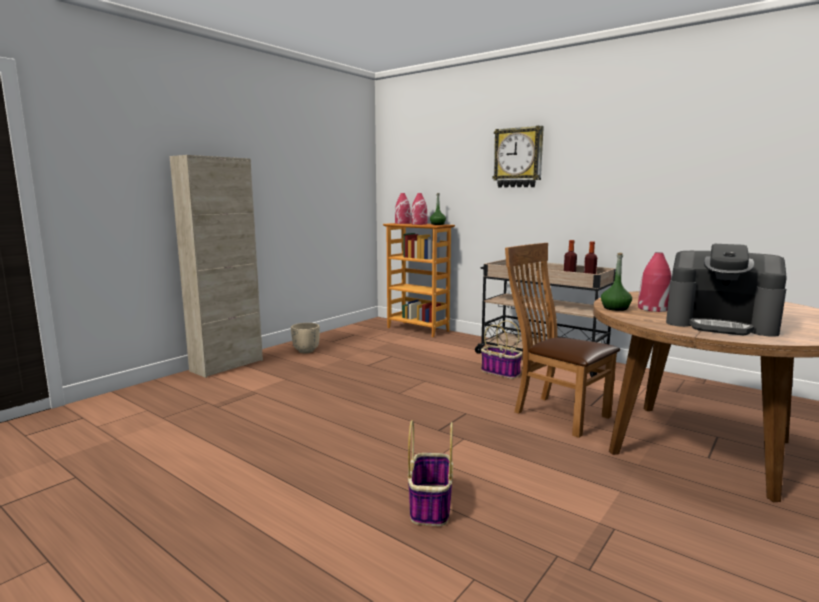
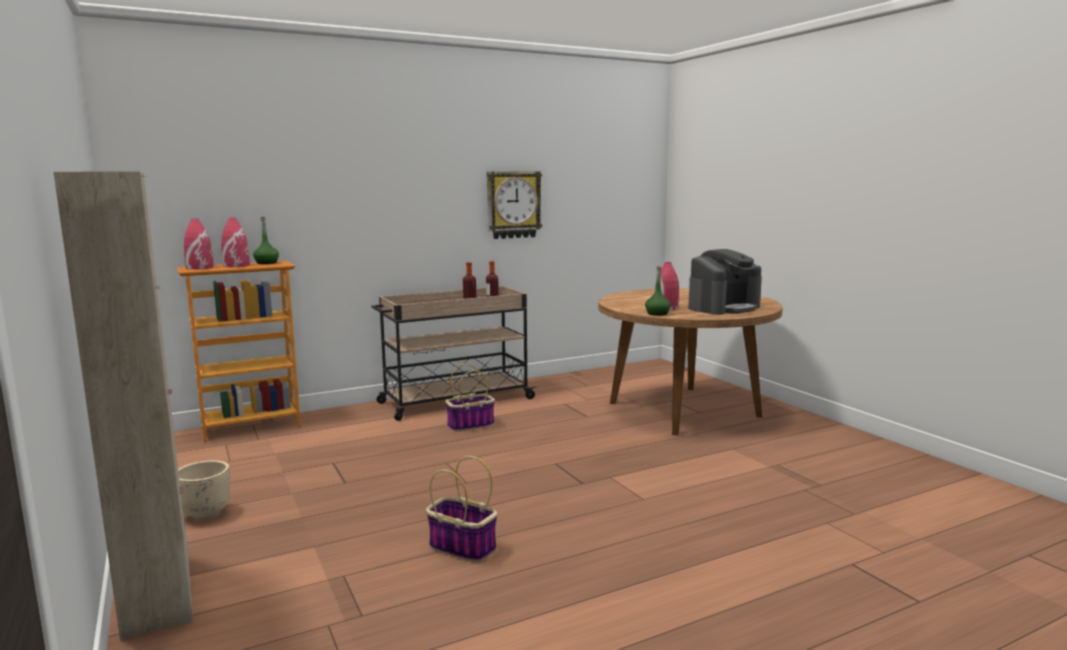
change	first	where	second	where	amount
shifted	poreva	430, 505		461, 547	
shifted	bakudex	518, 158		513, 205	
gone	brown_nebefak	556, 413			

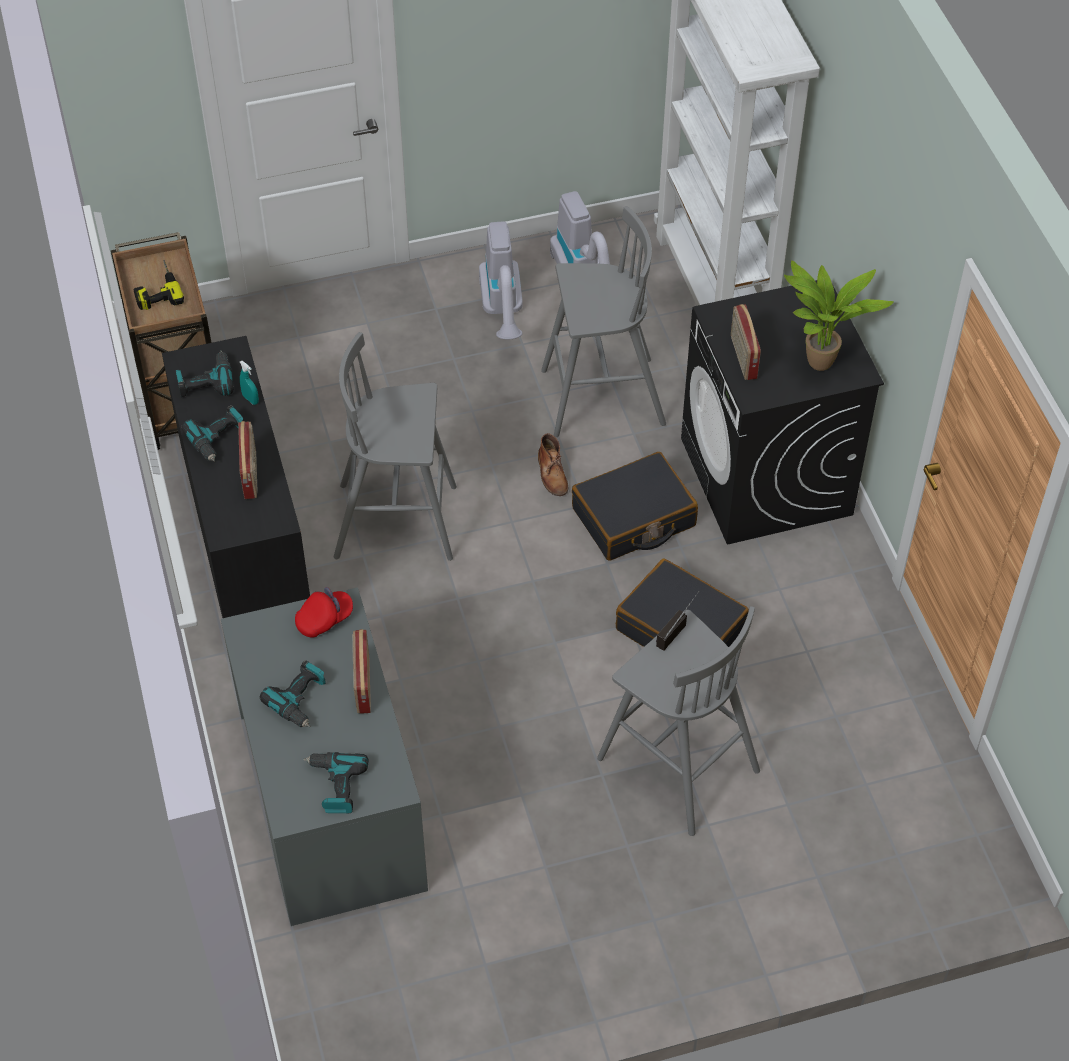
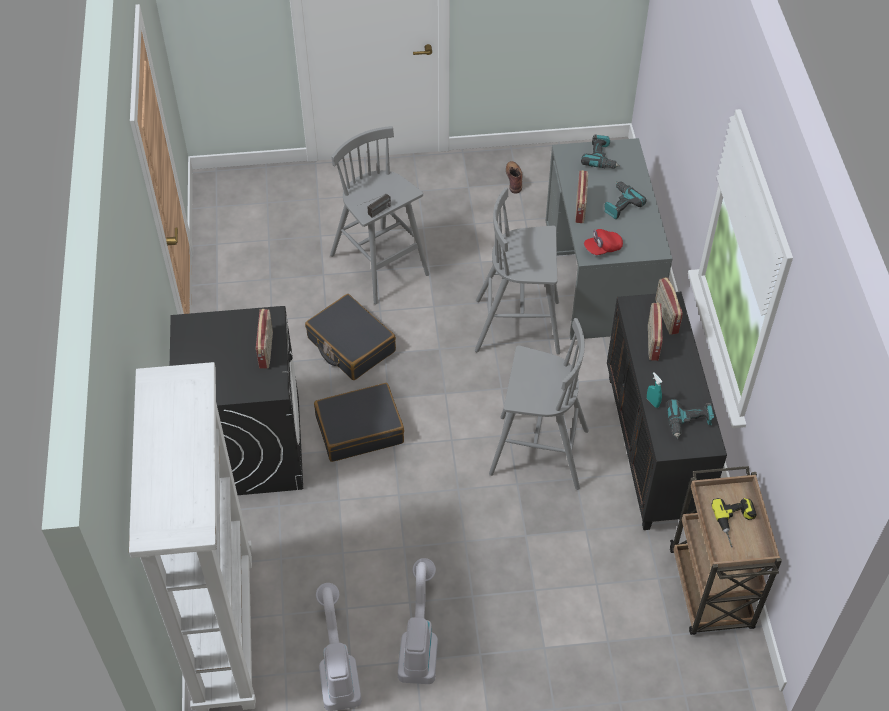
change	first	where	second	where	amount
gone	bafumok	218, 439			
shifted	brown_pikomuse	552, 473		514, 178	
shifted	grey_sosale	600, 398		519, 326	
gone	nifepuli	819, 366			
new			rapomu	666, 316	

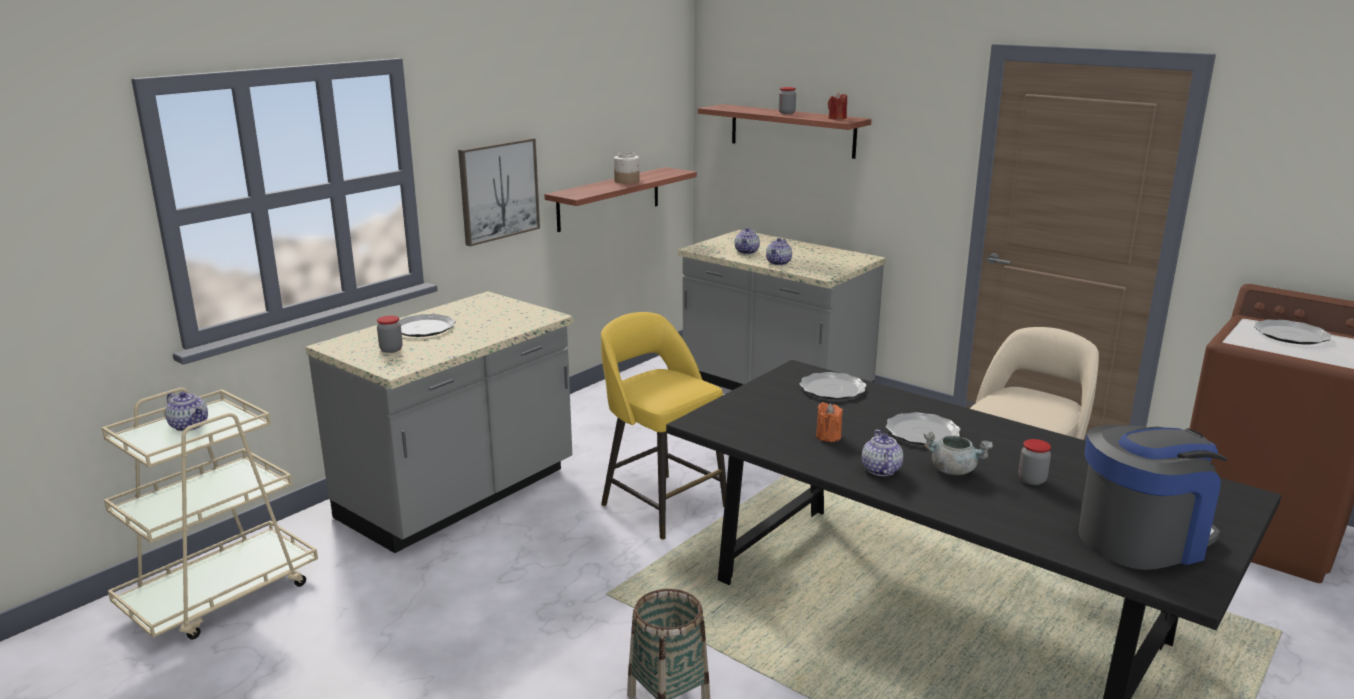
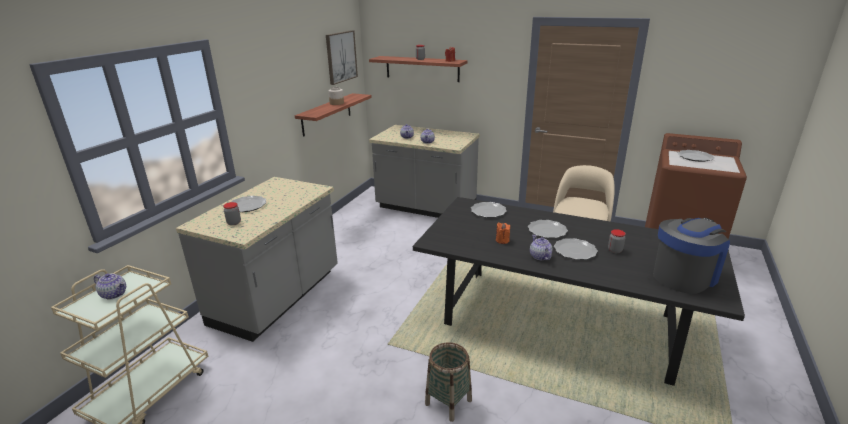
change	first	where	second	where	amount
shifted	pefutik	498, 190		341, 57	
gone	yellow_sosale	661, 504			
swapped	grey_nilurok	954, 470	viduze	575, 251	

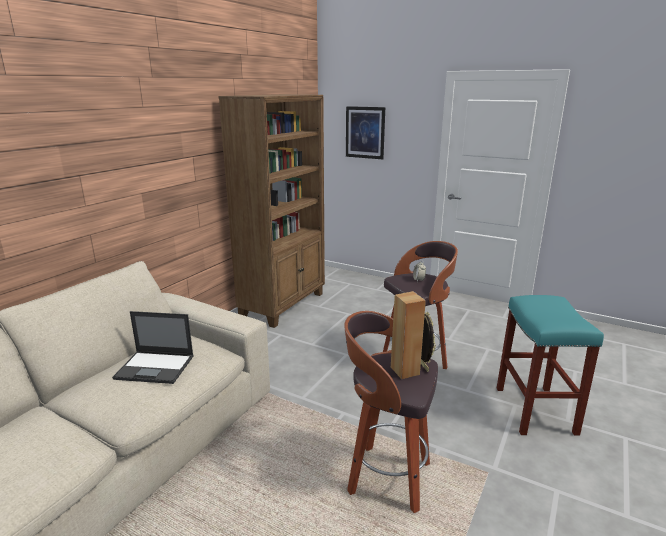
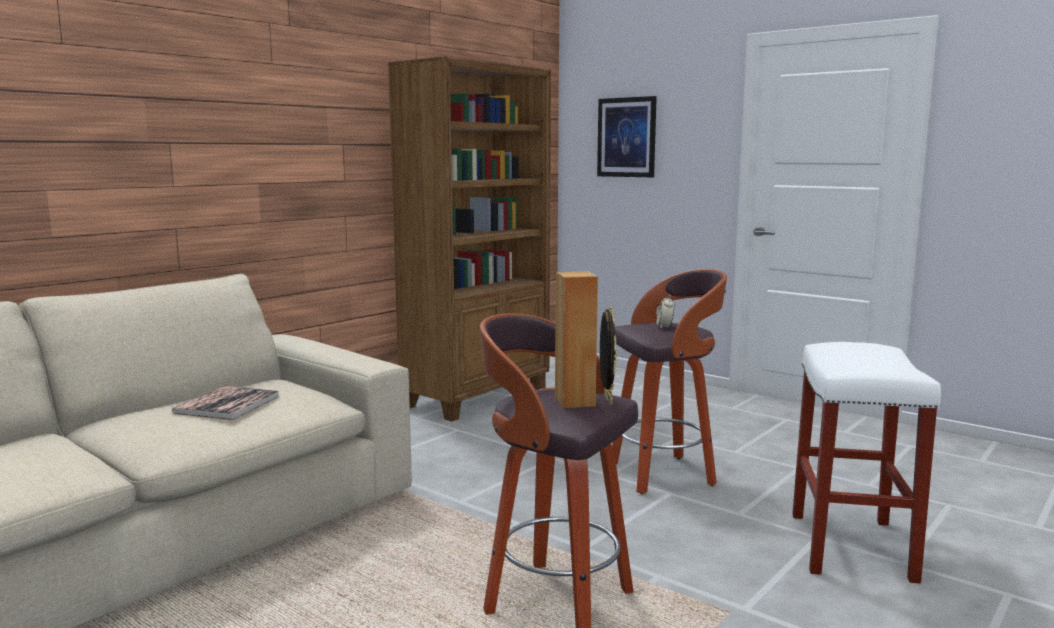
change	first	where	second	where	amount
swapped	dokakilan	156, 367	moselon	227, 404	
repainted	turquoise_sosale	536, 411	white_sosale	852, 547	

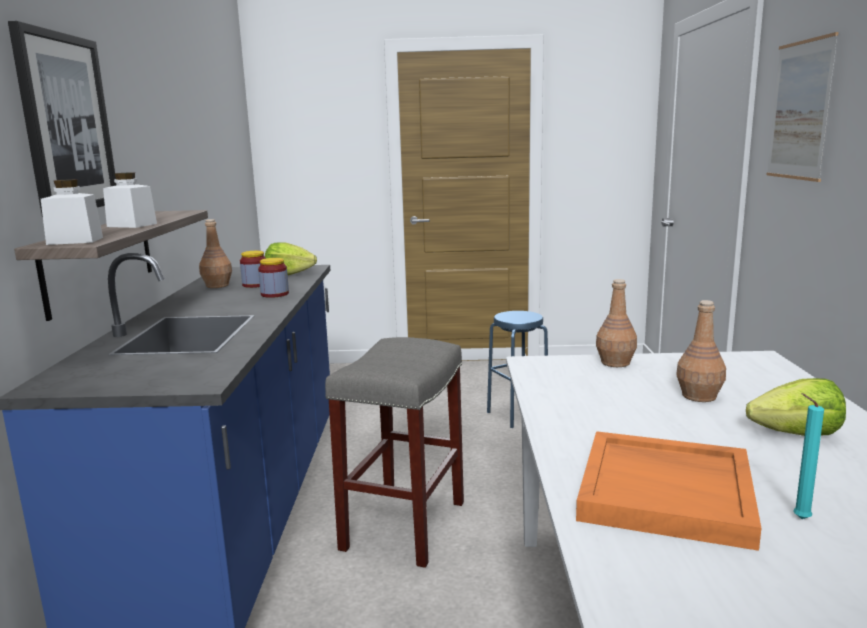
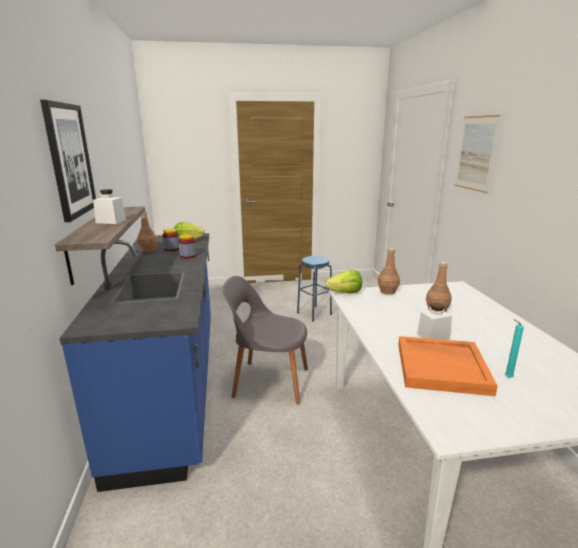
change	first	where	second	where	amount
shifted	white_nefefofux	75, 241		433, 336	
swapped	grey_sosale	404, 524	grey_nebefak	268, 382	
shifted	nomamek	797, 434		345, 293	

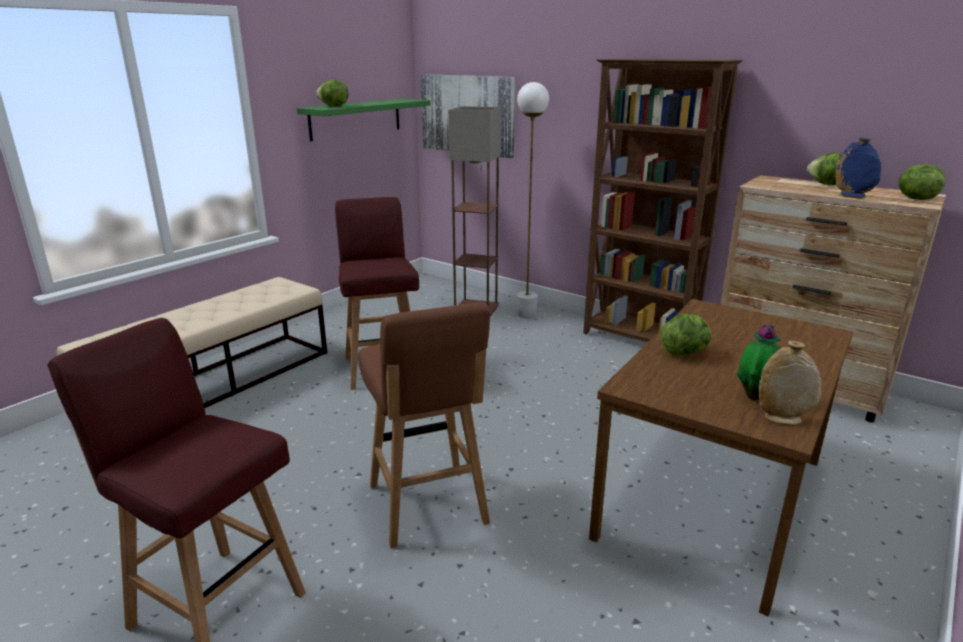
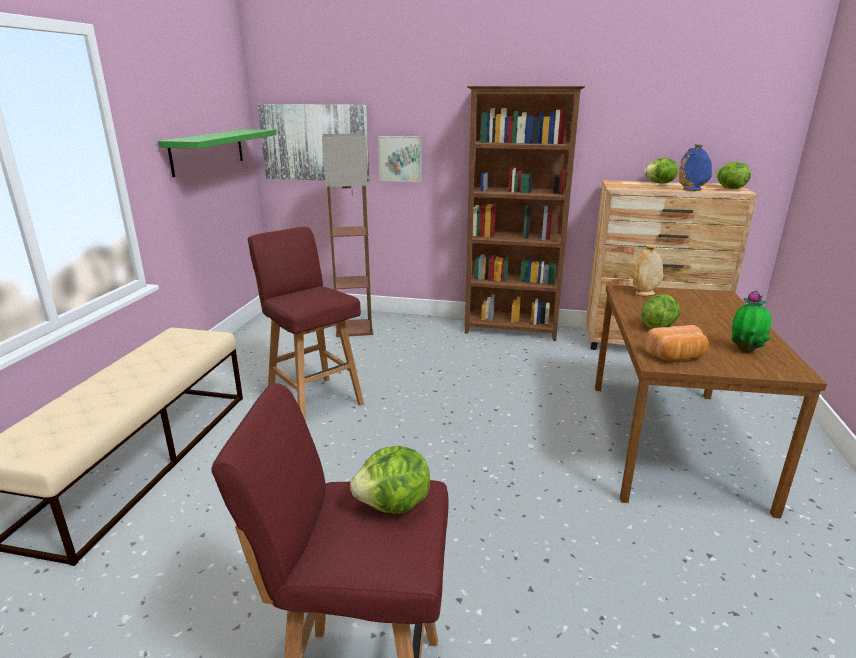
change	first	where	second	where	amount
shifted	nomamek	333, 106		394, 505	
gone	brown_sosale	428, 506			
gone	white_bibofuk	526, 314			
shifted	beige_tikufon	783, 419		645, 294	
new			pefutik	400, 158	
new			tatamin	676, 357	

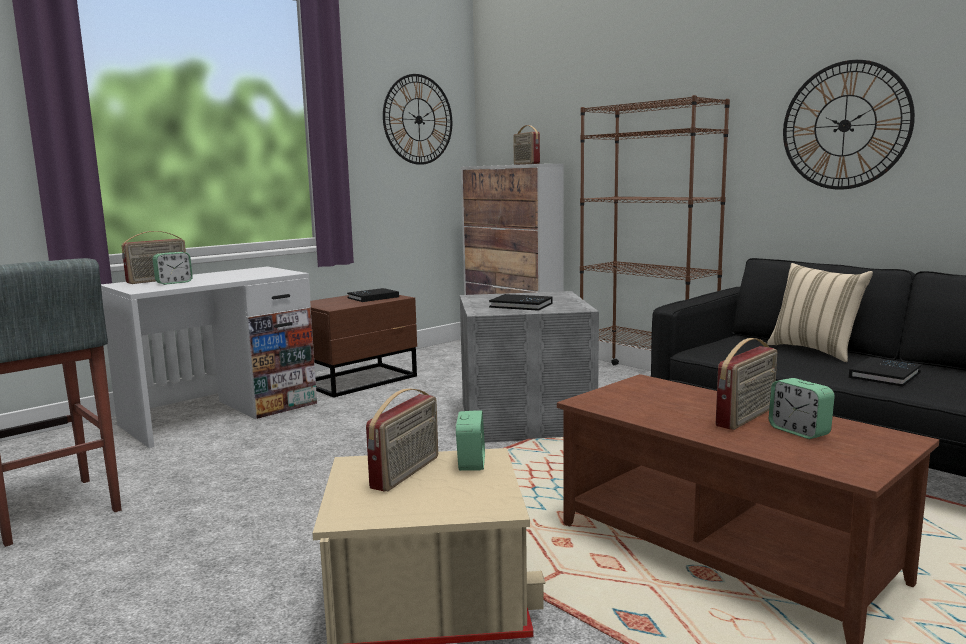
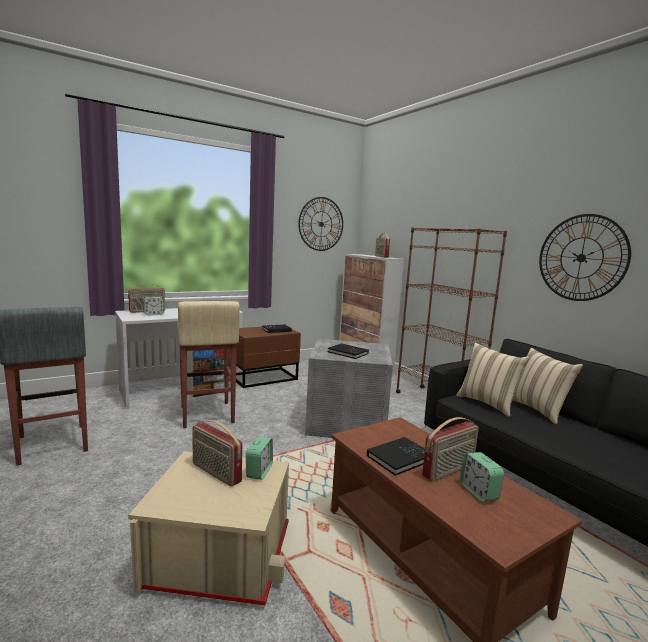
change	first	where	second	where	amount
rotated	rapomu	407, 473		215, 473	90 degrees clockwise
shifted	black_moselon	884, 375		399, 458	
new			beige_sosale	206, 415	
new			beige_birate	487, 403	

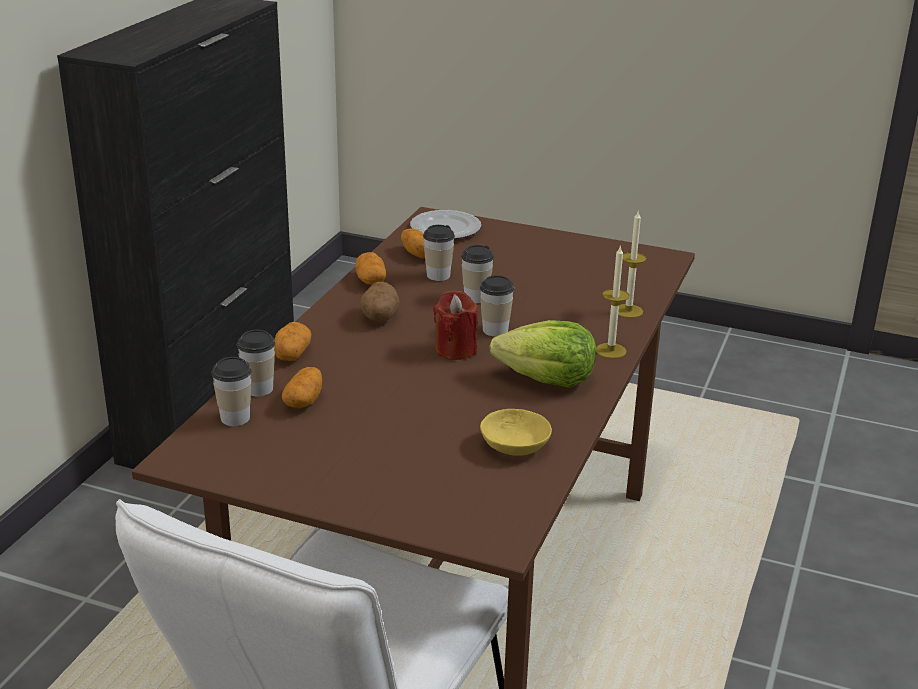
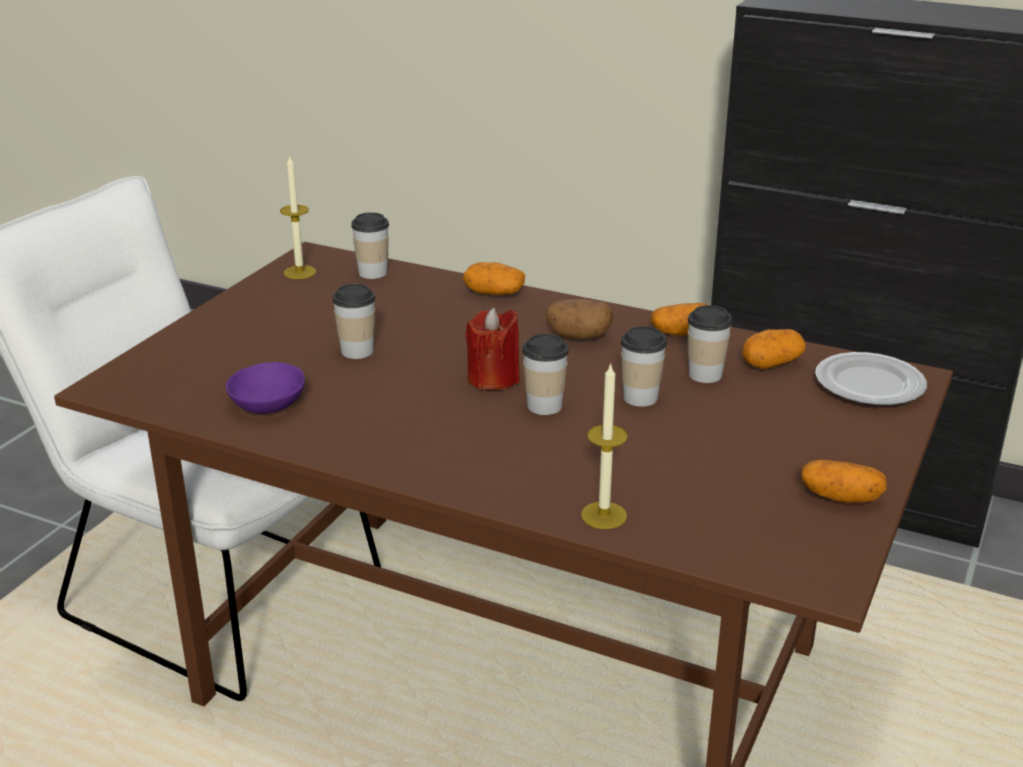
change	first	where	second	where	amount
shifted	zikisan	259, 389		357, 351	
shifted	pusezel	304, 401		840, 497	
repainted	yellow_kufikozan	514, 447	purple_kufikozan	265, 402	
gone	nomamek	547, 379			
shifted	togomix	610, 350		299, 272	

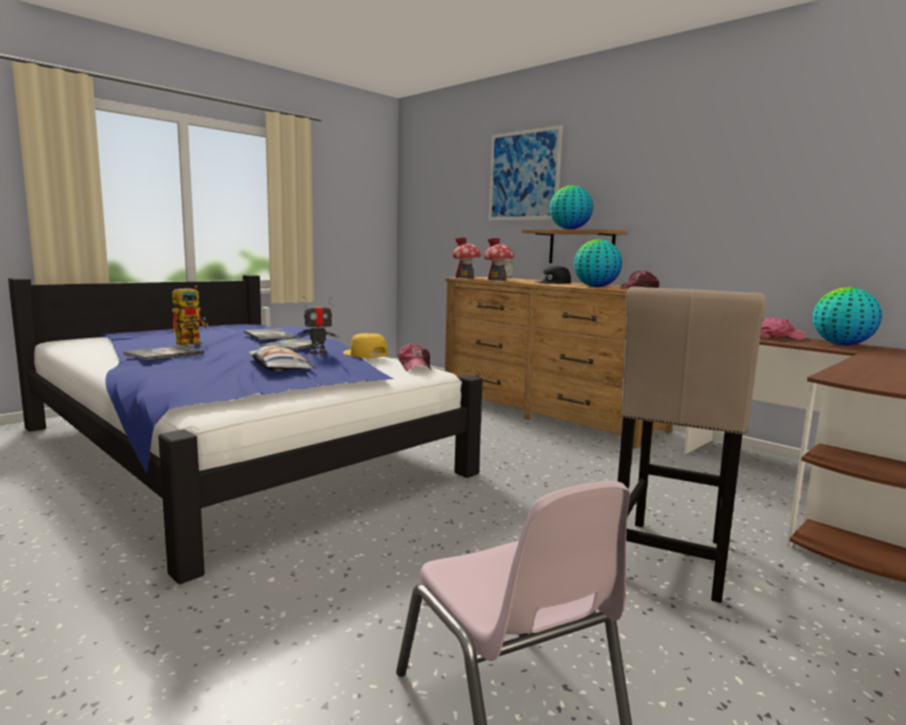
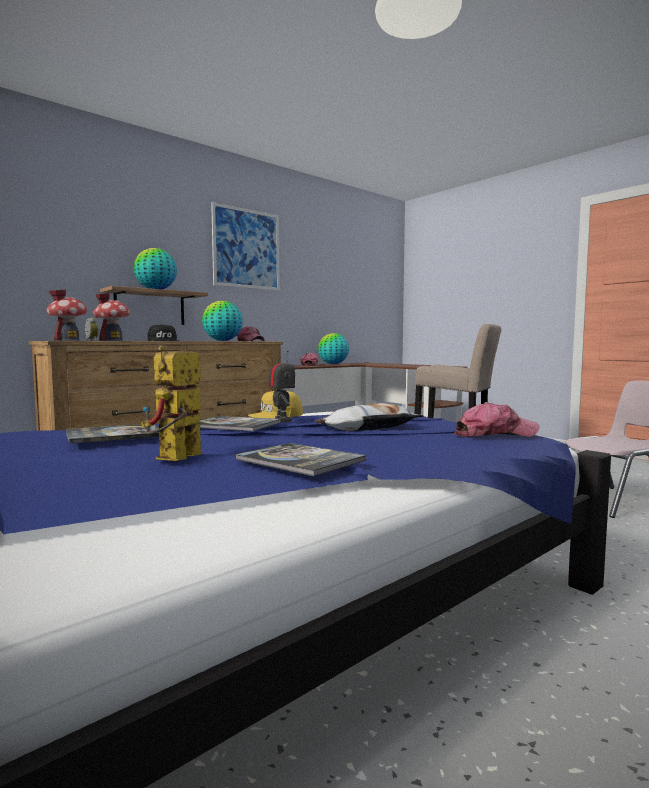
change	first	where	second	where	amount
rotated	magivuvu	192, 343		175, 459	105 degrees counterclockwise
shifted	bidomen	415, 366		495, 434	
shifted	pefutik	523, 175		246, 249	

